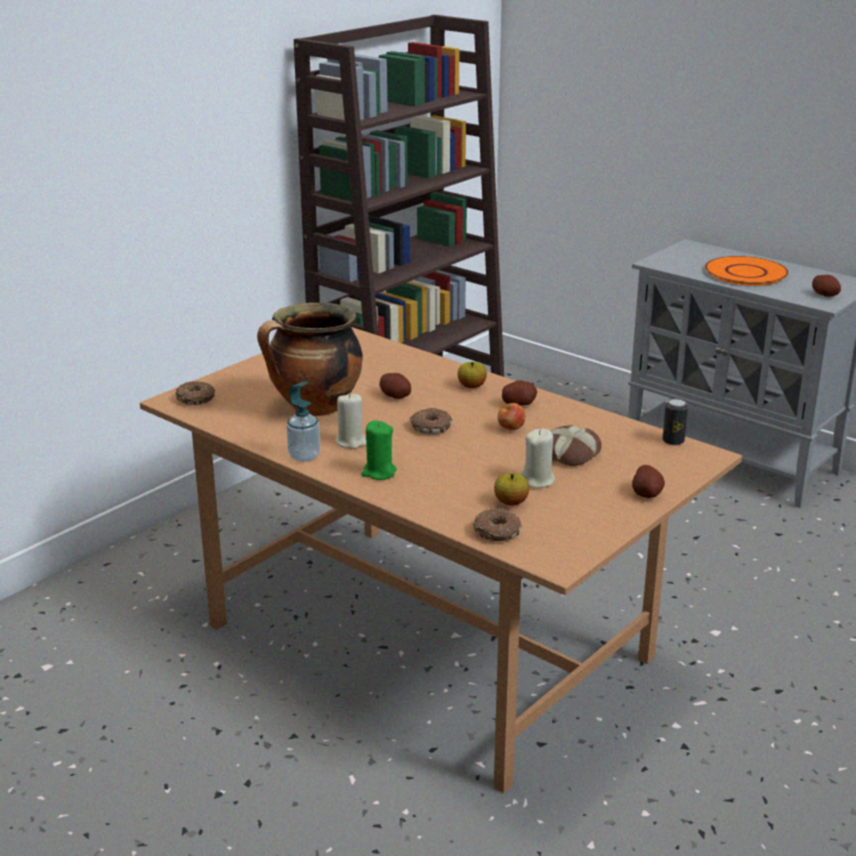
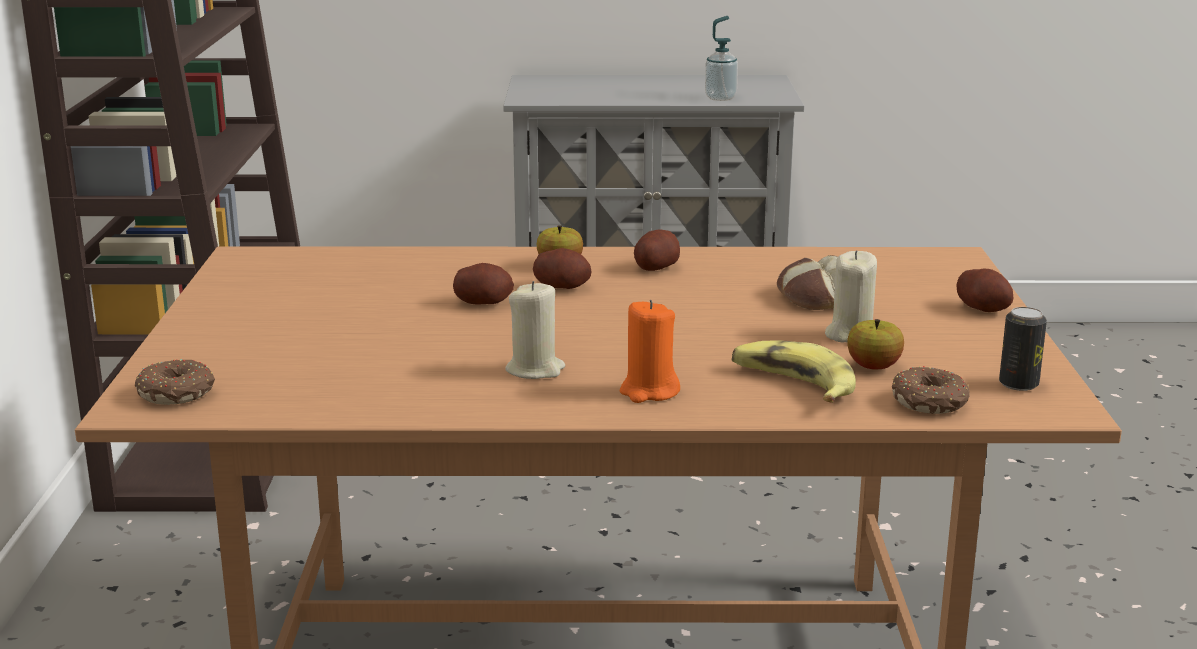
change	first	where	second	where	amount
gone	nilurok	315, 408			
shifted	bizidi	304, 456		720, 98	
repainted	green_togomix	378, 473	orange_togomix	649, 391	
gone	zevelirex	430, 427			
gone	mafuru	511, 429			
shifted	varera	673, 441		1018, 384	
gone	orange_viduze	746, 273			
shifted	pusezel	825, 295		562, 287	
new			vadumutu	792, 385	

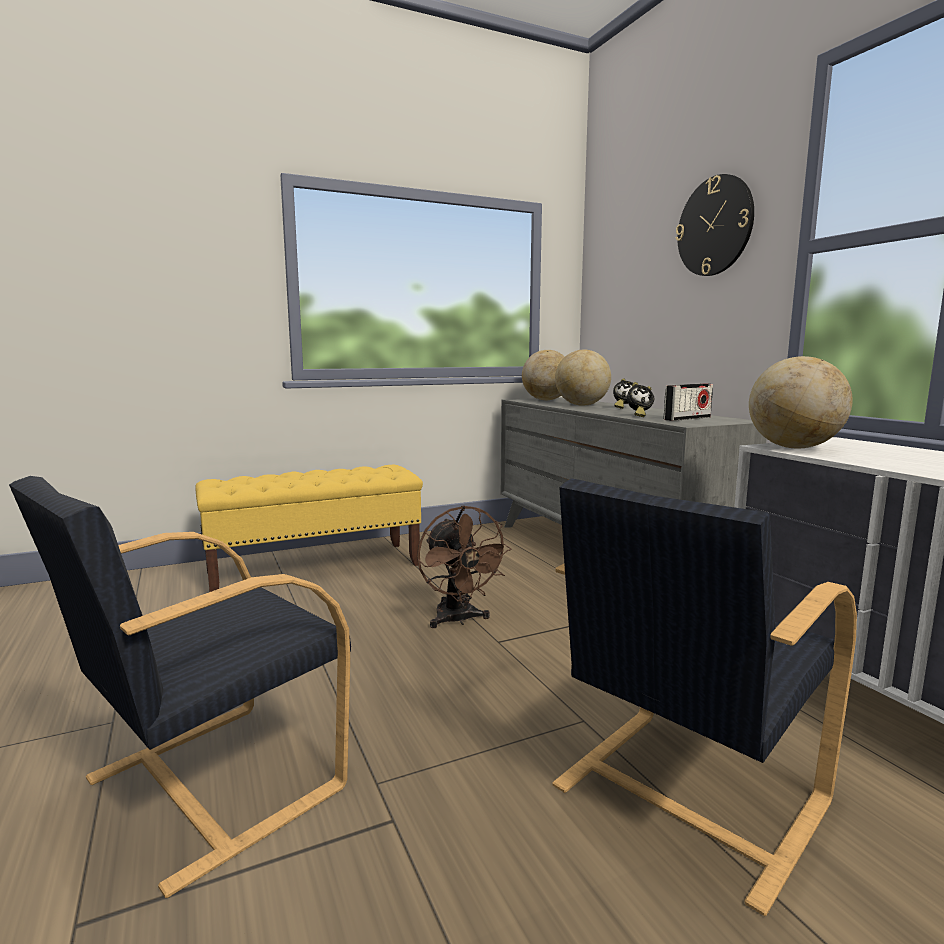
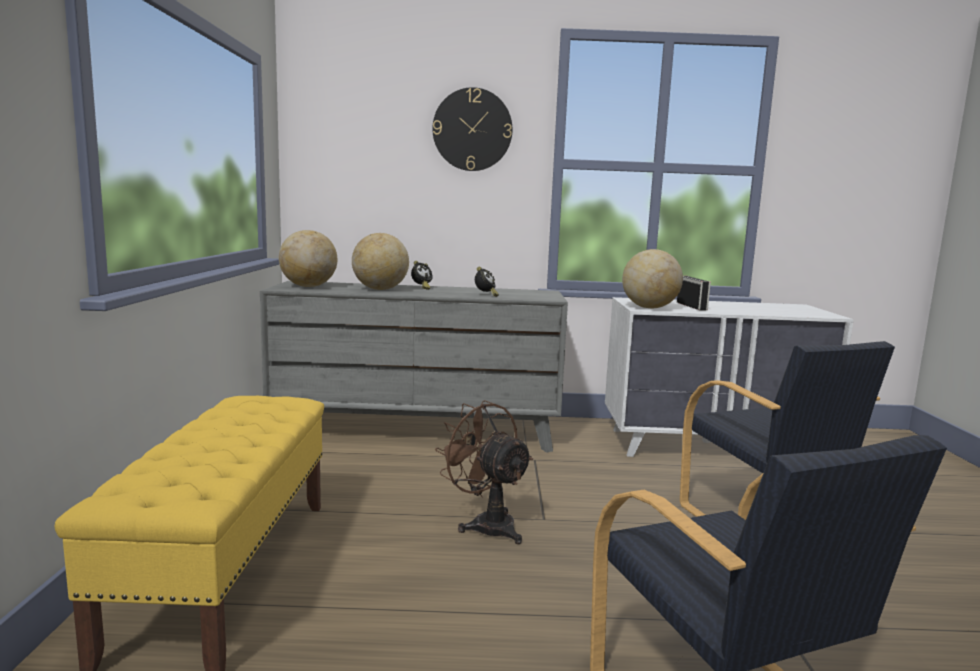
change	first	where	second	where	amount
rotated	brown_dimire	458, 620		486, 524	135 degrees counterclockwise
shifted	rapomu	687, 418		691, 306	

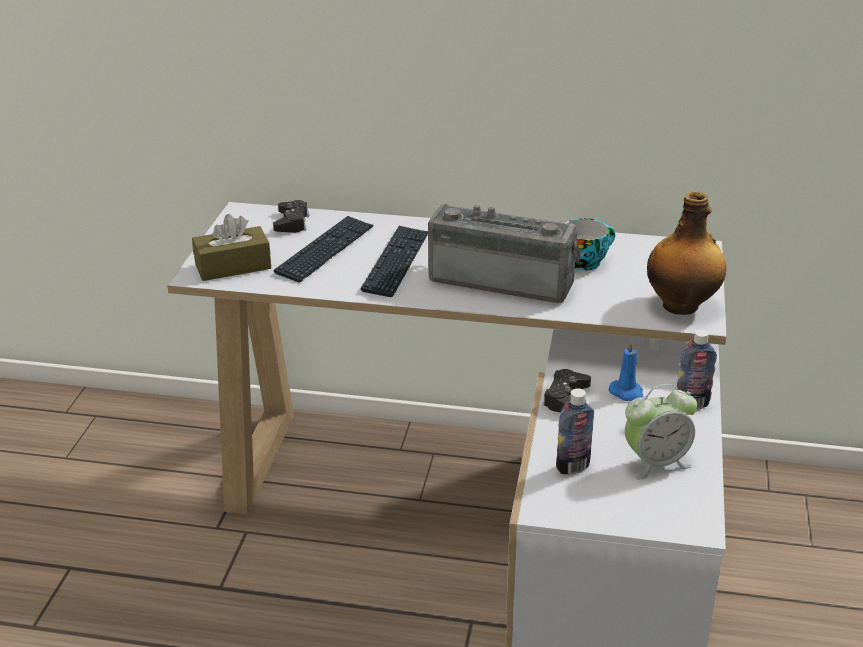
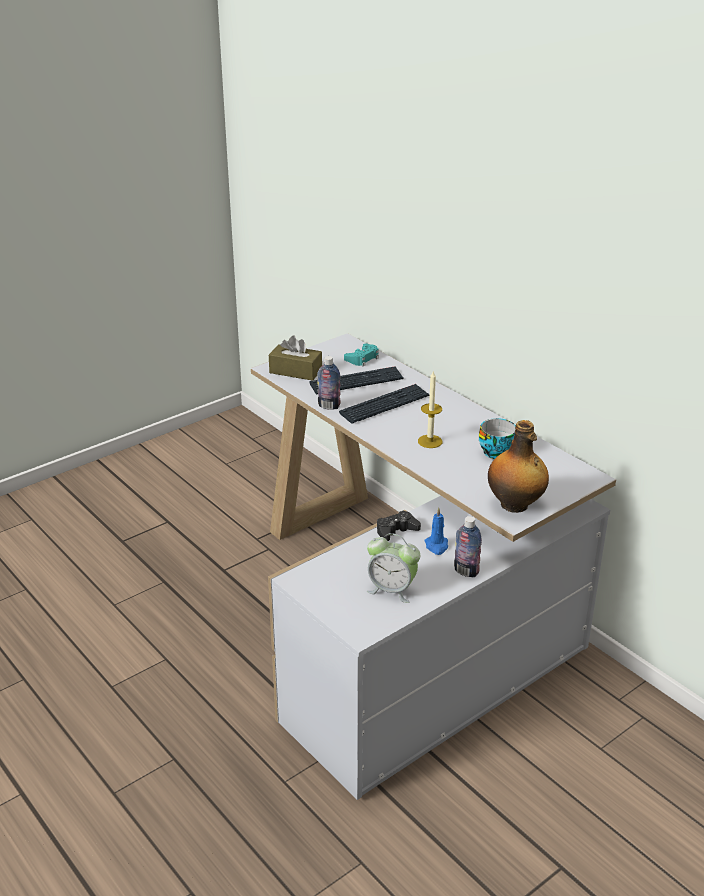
change	first	where	second	where	amount
repainted	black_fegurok	292, 222	turquoise_fegurok	362, 358	
swapped	rapomu	503, 280	togomix	430, 441	
shifted	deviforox	572, 467		329, 406	

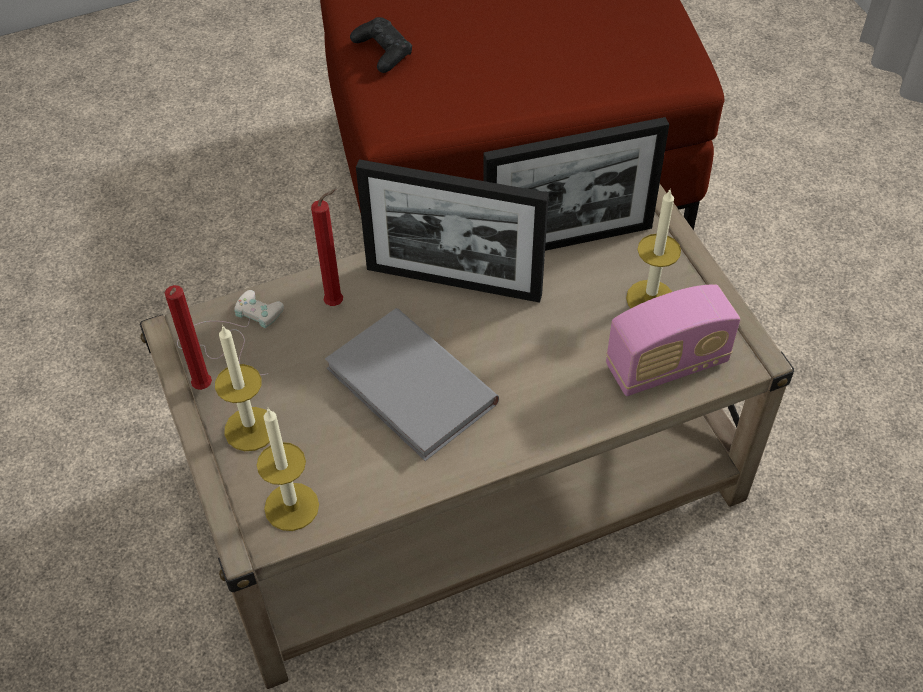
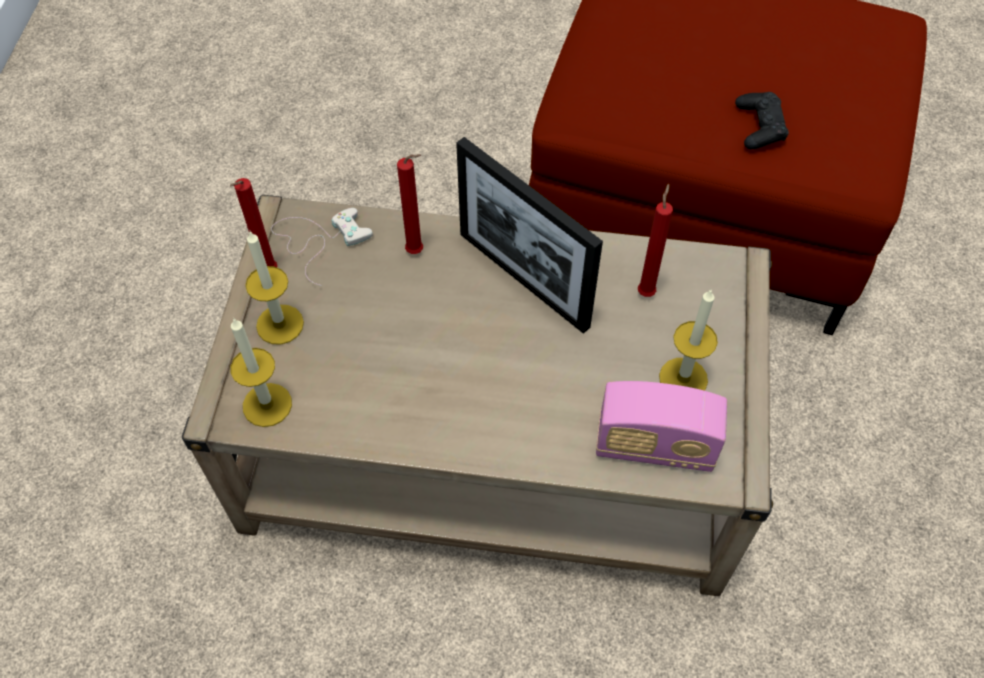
change	first	where	second	where	amount
gone	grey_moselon	409, 389			
shifted	black_fegurok	383, 51		759, 126	
swapped	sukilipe	568, 242	red_togomix	646, 291	

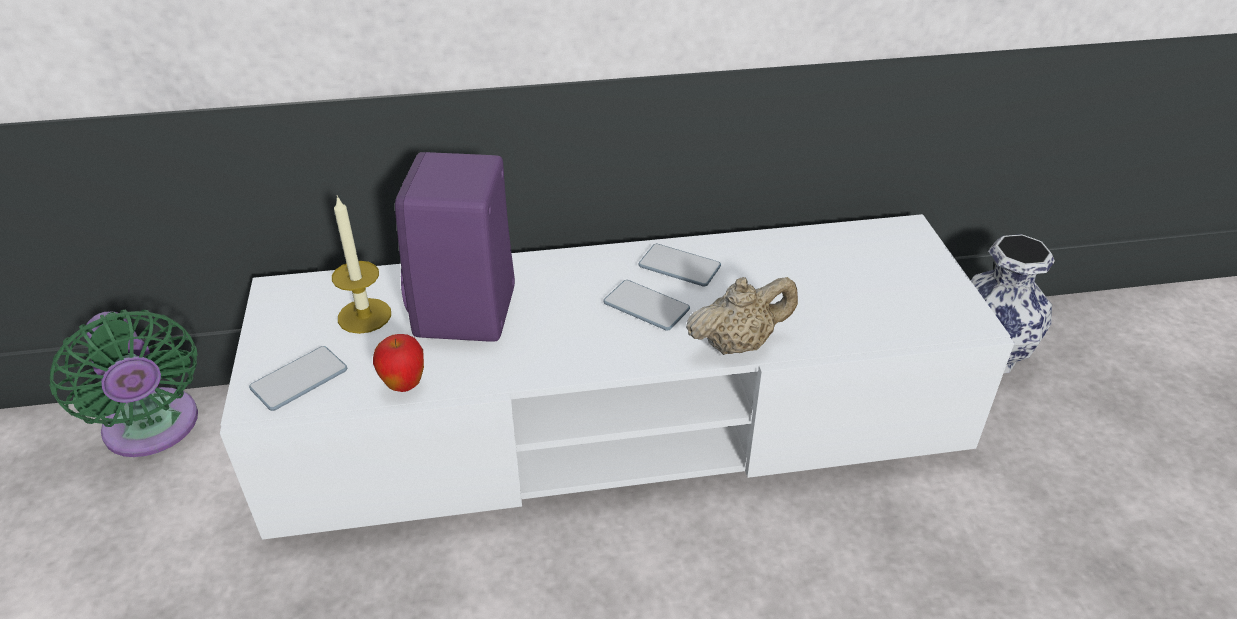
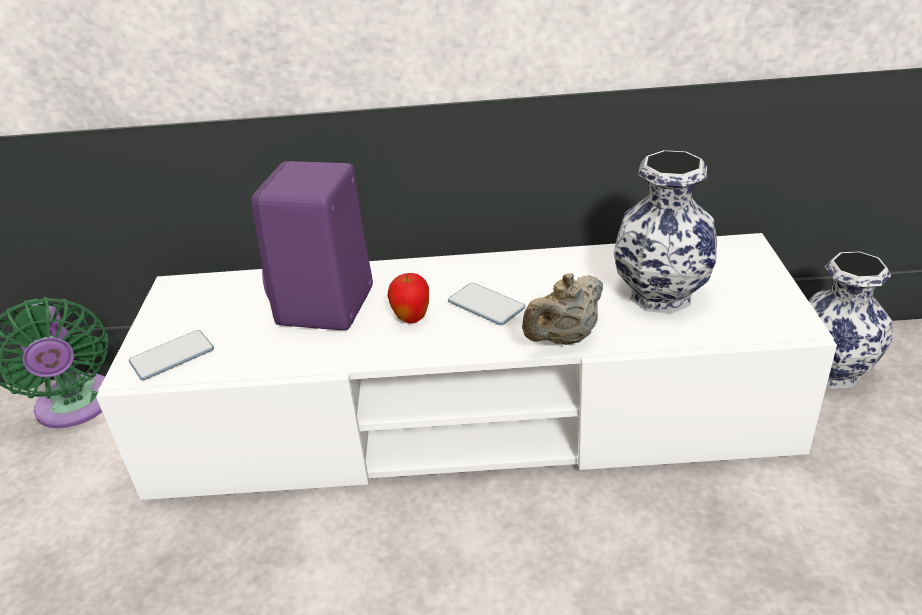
change	first	where	second	where	amount
gone	togomix	364, 316			
shifted	mafuru	404, 385		411, 319	
gone	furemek	679, 266			
rotated	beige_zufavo	738, 344		564, 338	150 degrees clockwise
new			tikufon	660, 294	

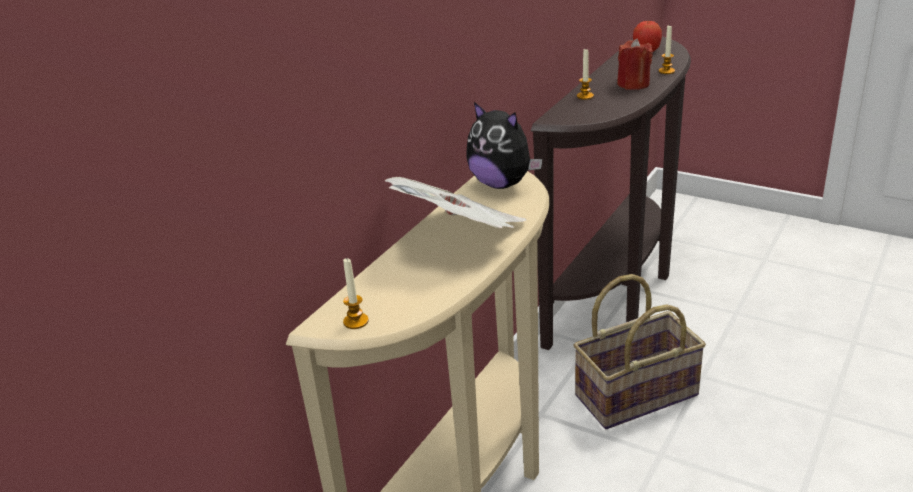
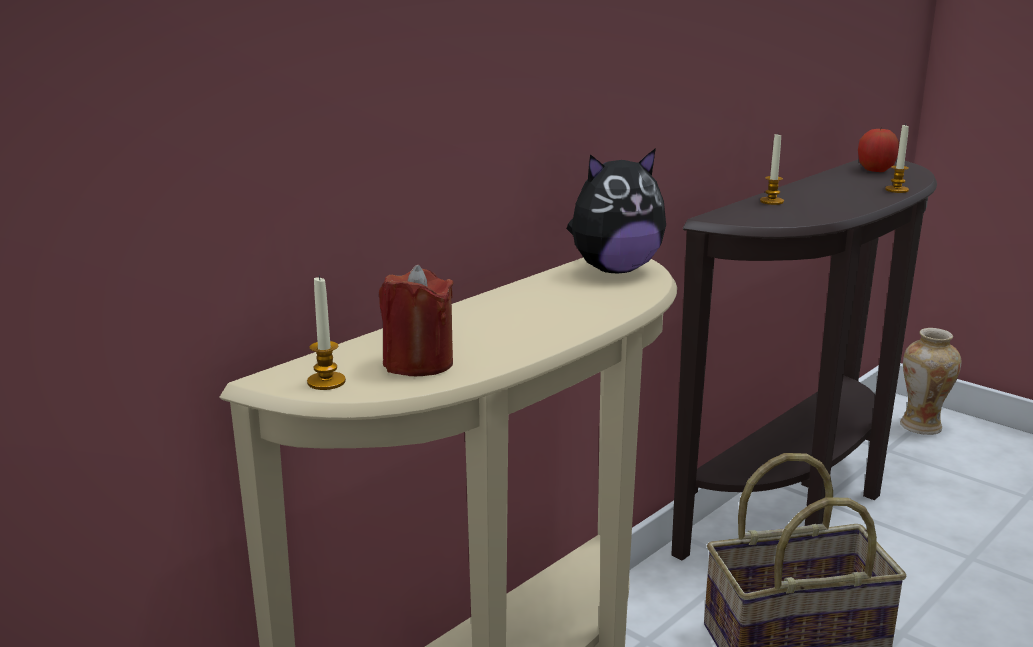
change	first	where	second	where	amount
gone	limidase	460, 235			
rotated	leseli	502, 183		614, 269	75 degrees counterclockwise
shifted	red_togomix	633, 84		418, 363	
new			tikufon	921, 426	

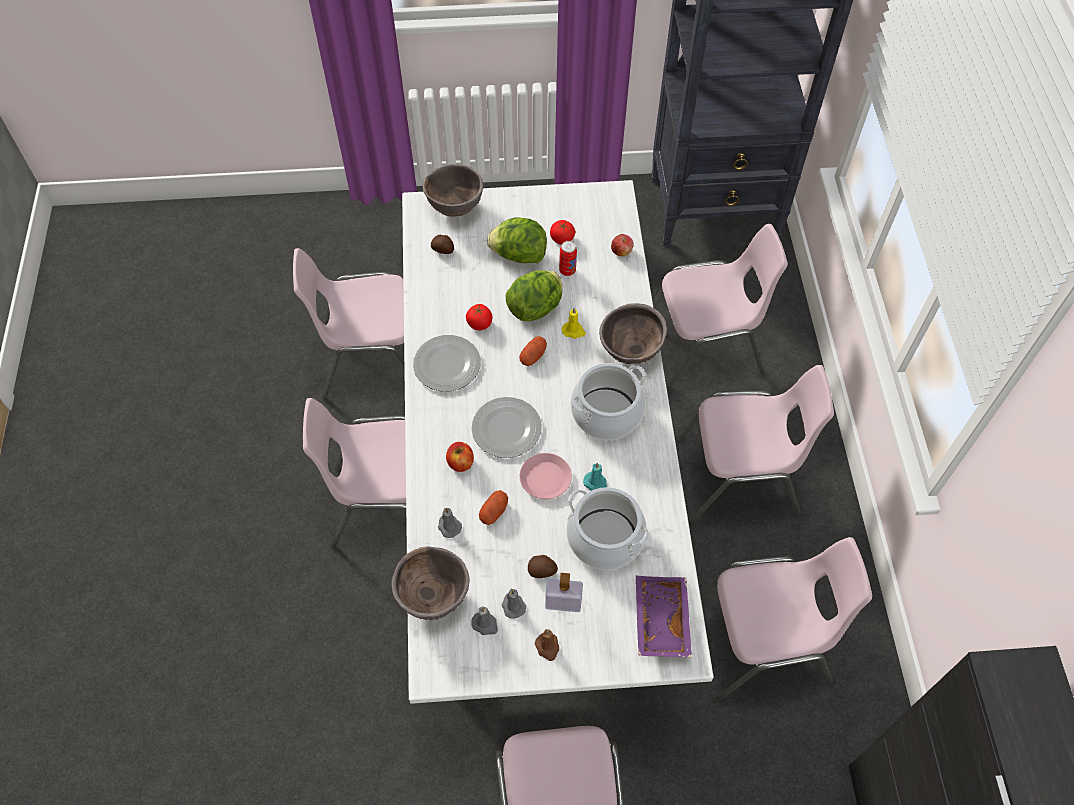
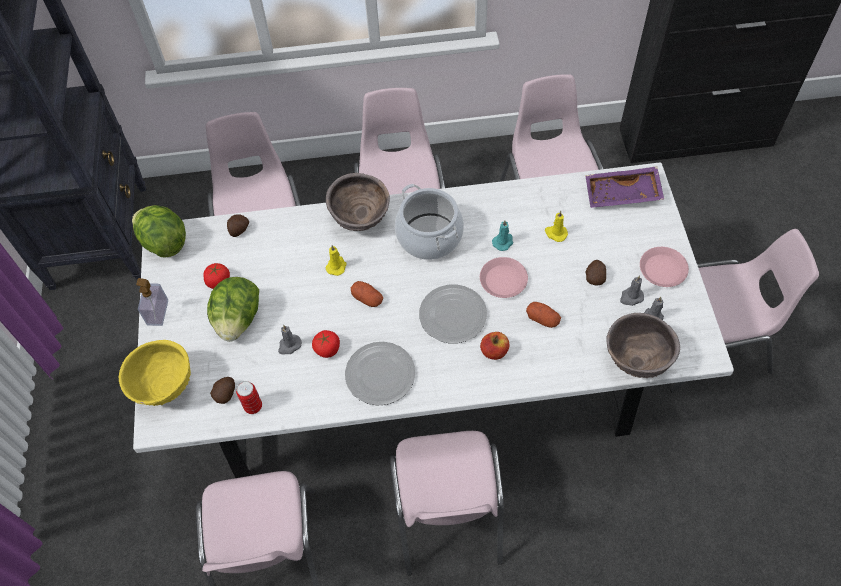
change	first	where	second	where	amount
repainted	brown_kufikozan	455, 208	yellow_kufikozan	165, 387	
shifted	grey_togomix	448, 526		289, 345	
shifted	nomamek	536, 307		164, 242	
swapped	brown_togomix	547, 647	pink_viduze	663, 269	
shifted	bizidi	563, 602		158, 312	
shifted	varera	567, 270		253, 406	
swapped	nilurok	605, 538	yellow_togomix	555, 233	
swapped	mafuru	621, 251	pusezel	238, 230	

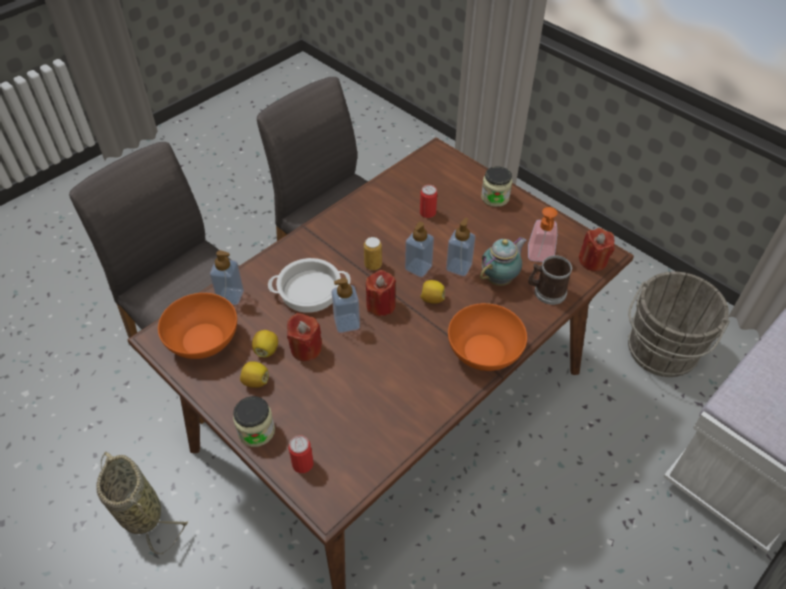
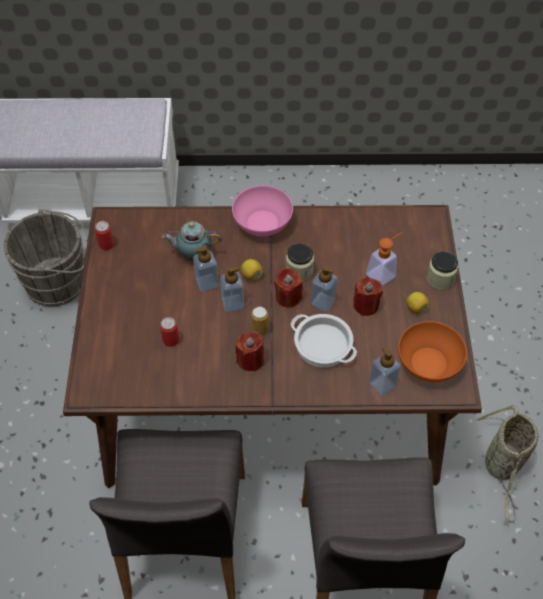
change	first	where	second	where	amount
gone	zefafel	266, 350			
shifted	varera	302, 464		106, 244	
repainted	orange_kufikozan	485, 351	pink_kufikozan	262, 223	
shifted	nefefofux	495, 197		299, 271	
shifted	bizidi	540, 258		384, 273	
gone	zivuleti	546, 292			
shifted	red_togomix	593, 261		250, 360	

